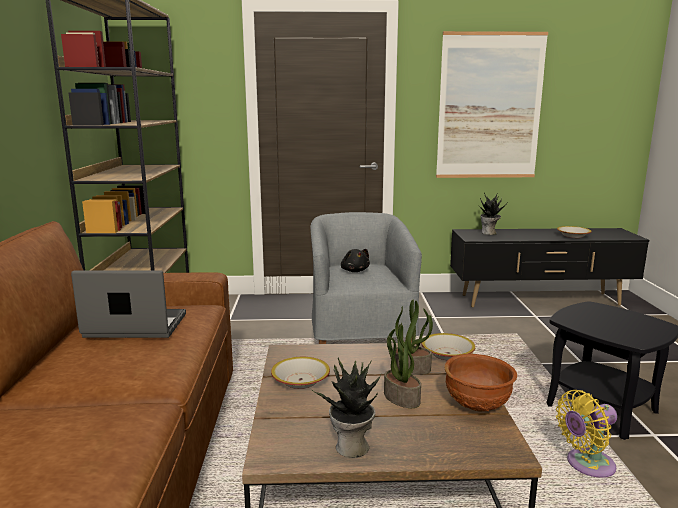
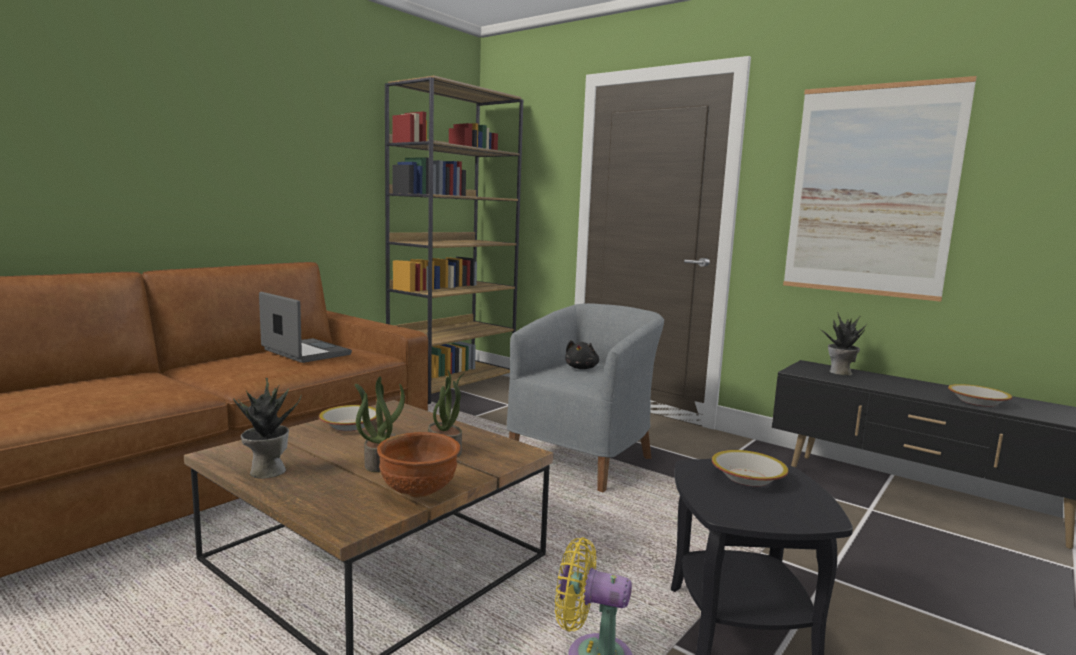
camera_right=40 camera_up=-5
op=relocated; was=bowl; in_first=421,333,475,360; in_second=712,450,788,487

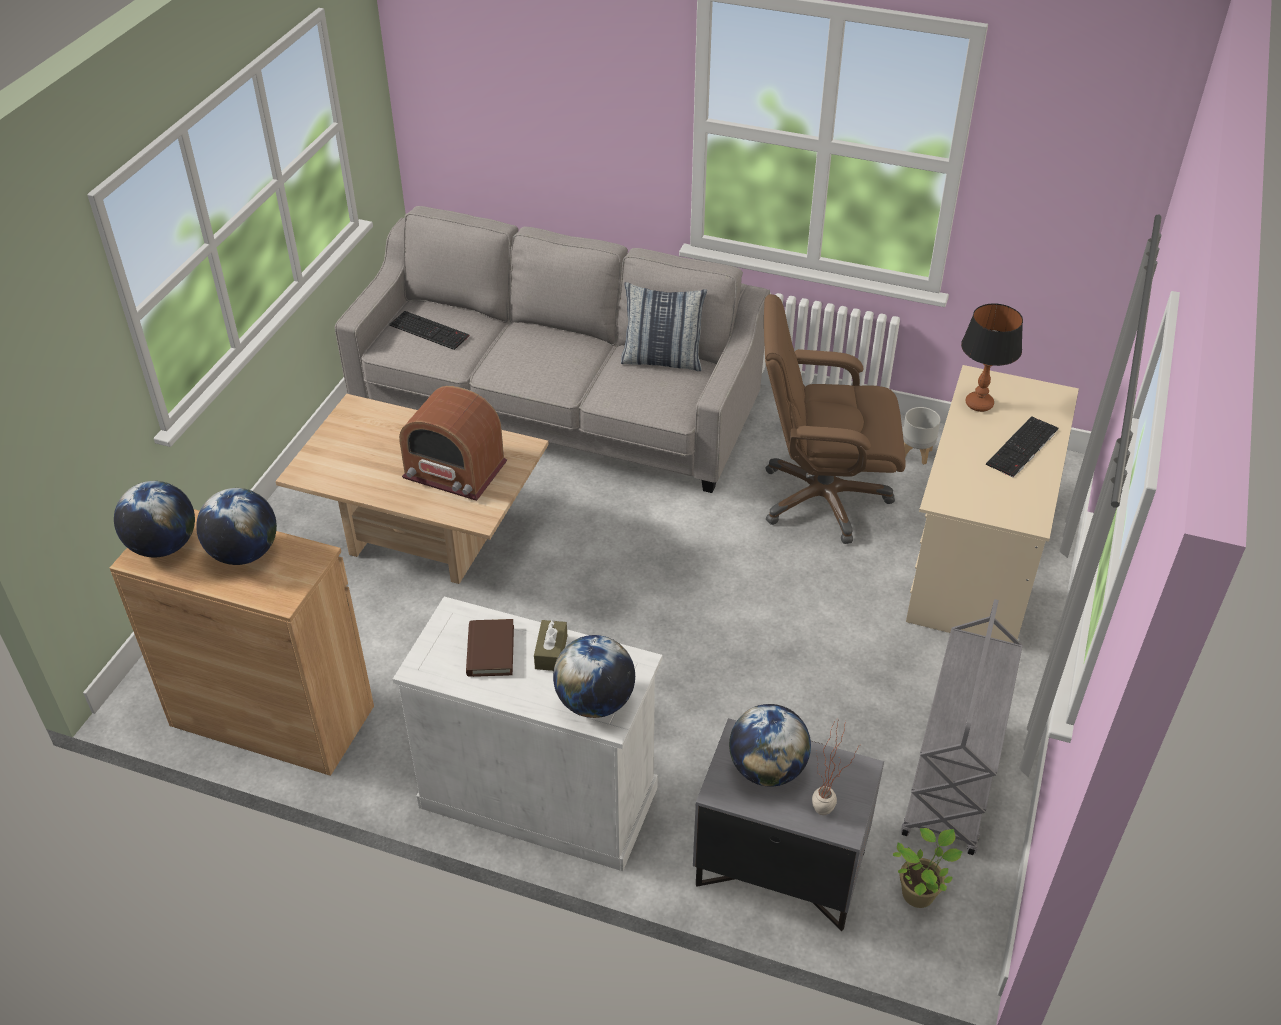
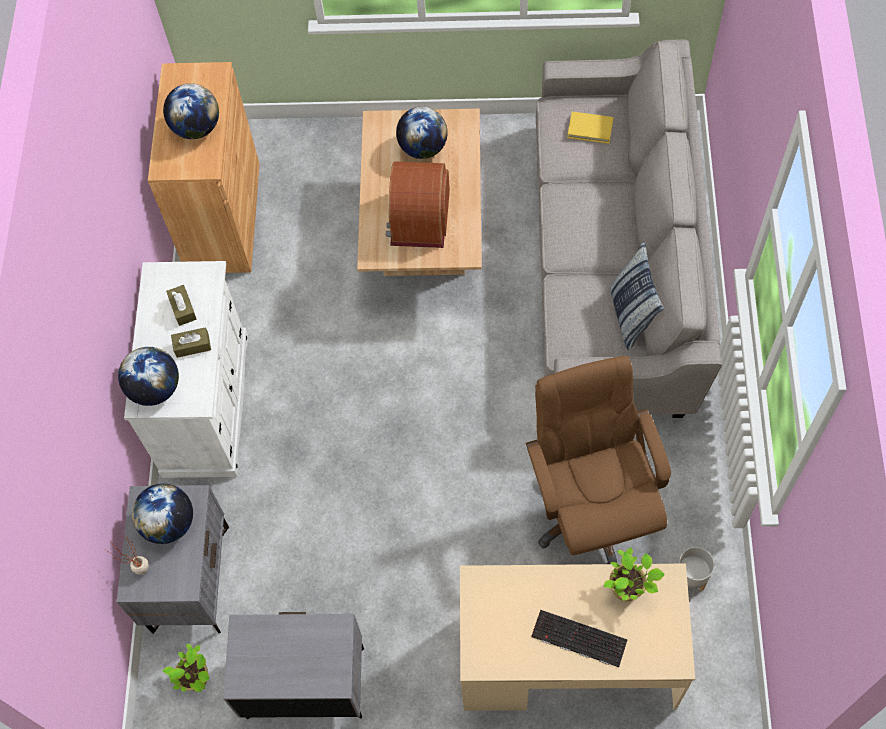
camera_right=75 camera_up=20
op=relocated; was=globe; in_first=114,481,195,558; in_second=396,107,448,159
op=exchanged; was=keyboard; now=yellow book; in_first=389,311,470,350; in_second=567,112,614,144
op=exchanged; was=brown book; now=brown tissue box; in_first=466,619,514,677; in_second=166,285,197,326
op=exchanged; was=grey cart; now=grey nightstand; in_first=901,599,1023,855; in_second=223,612,364,719
op=exchanged; was=table lamp; now=potted plant; in_first=961,303,1023,412; in_second=604,548,665,601

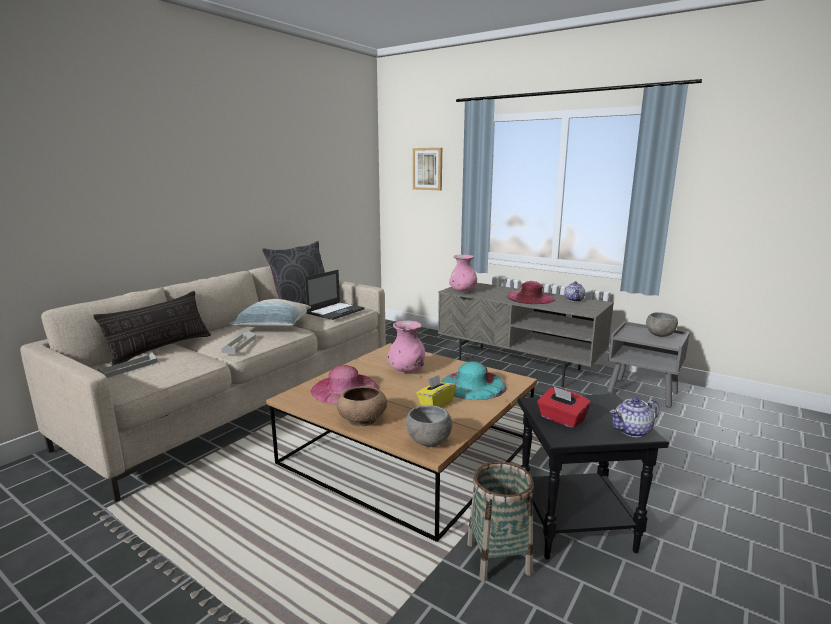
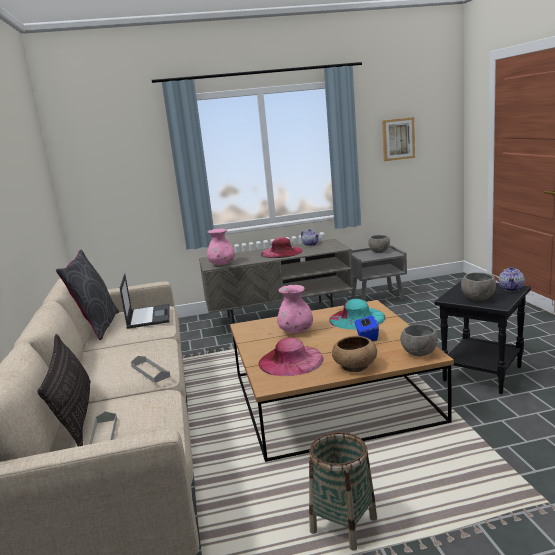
camera_right=-45 camera_up=0
op=missing; was=pillow; in_first=230,299,311,327
op=relocated; was=picture; in_first=413,148,442,190; in_second=382,117,415,161
op=colour; was=yellow tissue box; now=blue tissue box; in_first=416,375,456,407; in_second=355,314,379,341
op=relocated; was=basket; in_first=467,462,534,582; in_second=309,432,377,550
op=exchanged; was=red tissue box; now=grey bowl; in_first=537,386,591,428; in_second=461,272,496,301

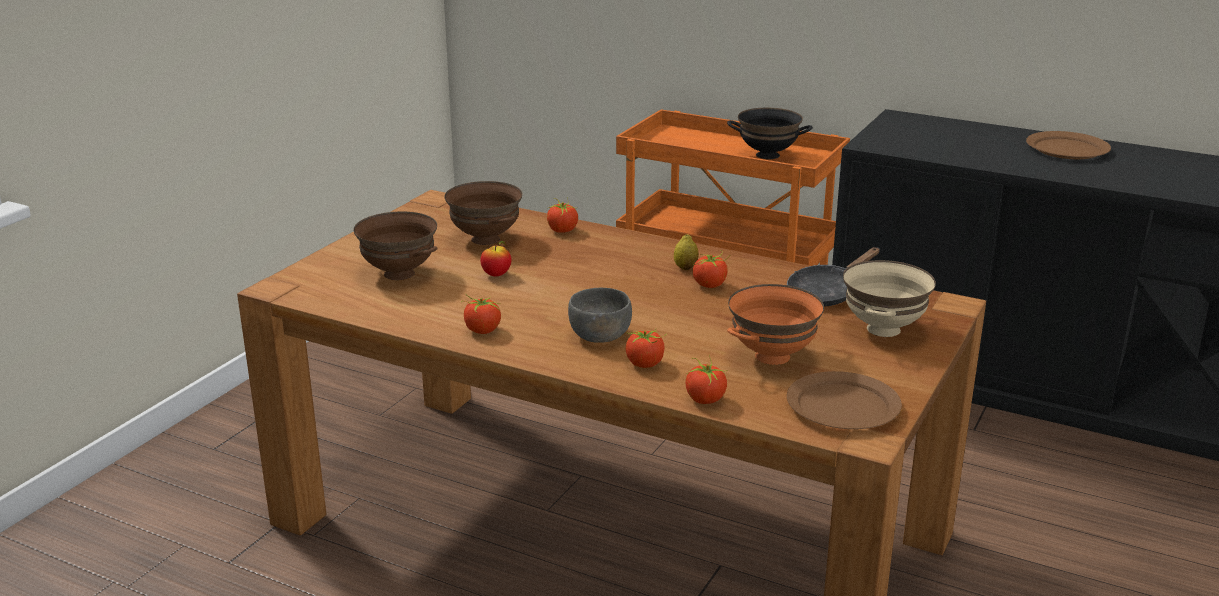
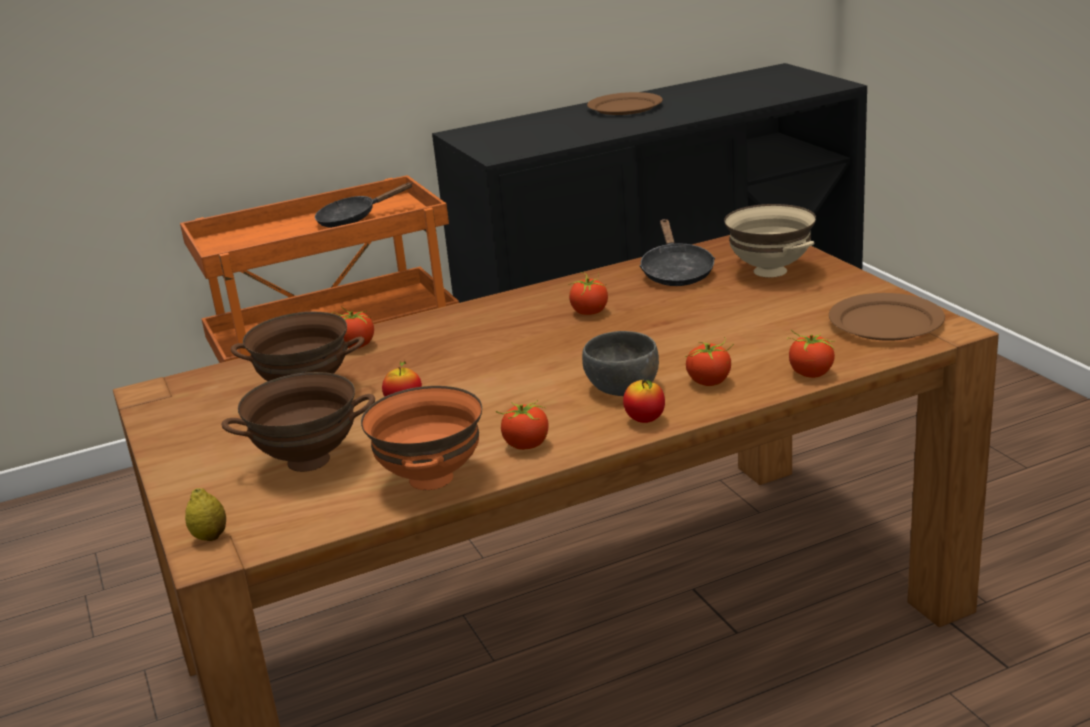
camera_right=-50 camera_up=0
op=relocated; was=lemon; in_first=674,235,699,270; in_second=185,488,226,541
op=exchanged; was=black bowl; now=black frying pan; in_first=727,108,813,159; in_second=315,182,413,228
op=relocated; was=orange bowl; in_first=727,284,824,365; in_second=361,386,482,490
op=appeared; now=apple; in_second=623,379,665,423

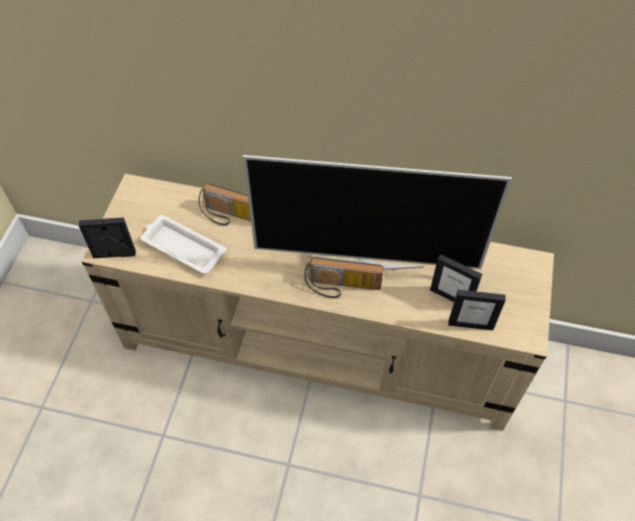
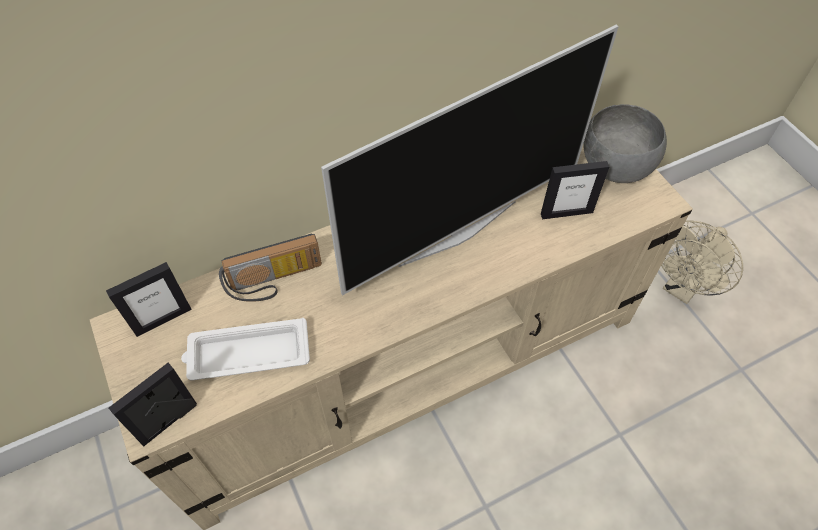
camera_right=-40 camera_up=0
op=missing; was=radio; in_first=304,257,384,298
op=relocated; was=picture frame; in_first=448,290,506,330; in_second=106,262,192,337
op=appeared; now=grey bowl; in_second=583,104,667,183
op=appeared; now=beige fan; in_second=661,221,743,304

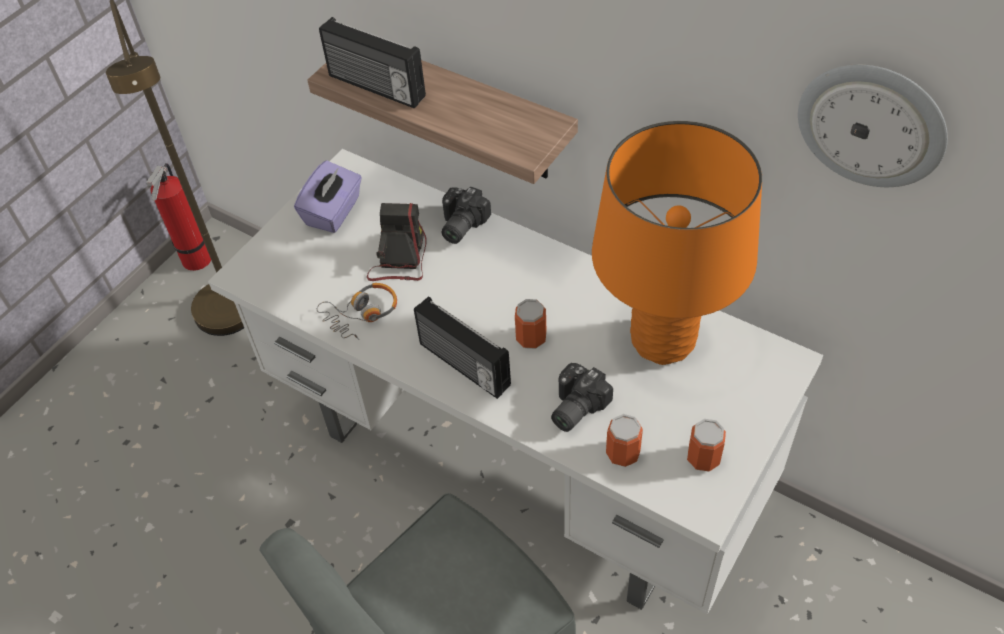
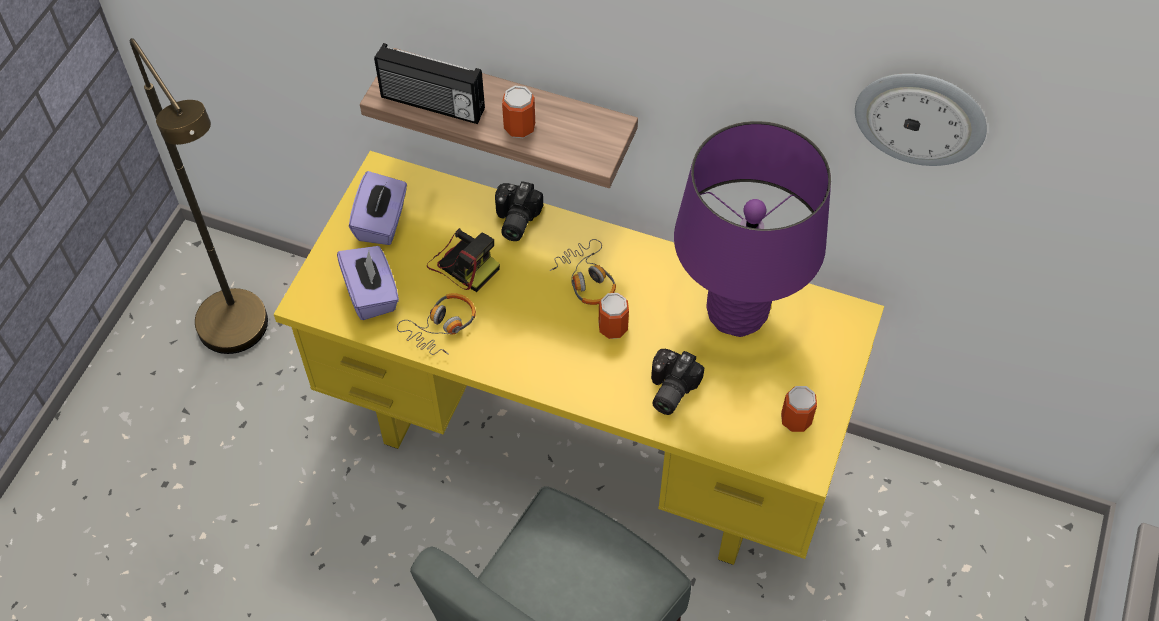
camera_right=-15 camera_up=5
op=missing; was=fire extinguisher; in_first=146,163,211,271
op=colour; was=white desk; now=yellow desk; in_first=208,149,823,615; in_second=274,151,884,565
op=spun; was=photo camera; in_first=367,203,427,281; in_second=427,228,500,292; clockwise=135
op=missing; was=radio; in_first=414,296,511,399
op=colour; was=orange table lamp; now=purple table lamp; in_first=592,121,762,365; in_second=674,121,831,337
op=relocated; was=can; in_first=606,414,643,467; in_second=502,86,535,138
op=appeared; now=purple tissue box; in_second=337,246,399,320
op=appeared; now=headphones; in_second=550,239,616,305

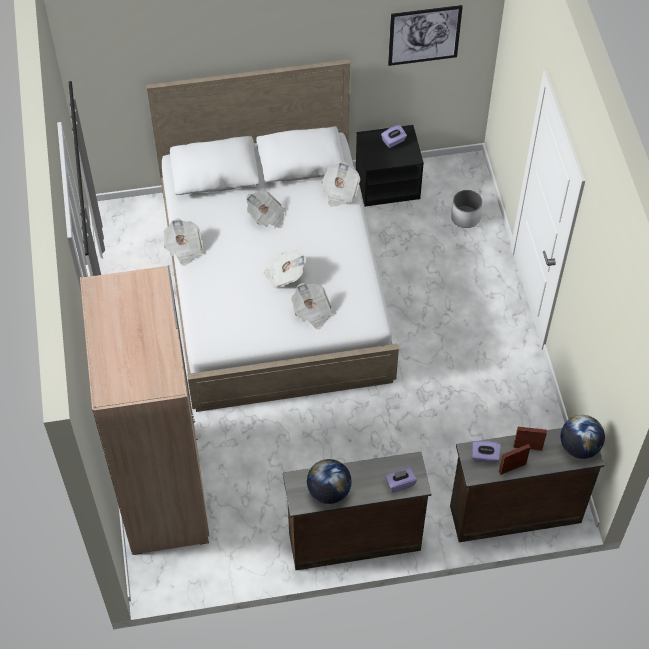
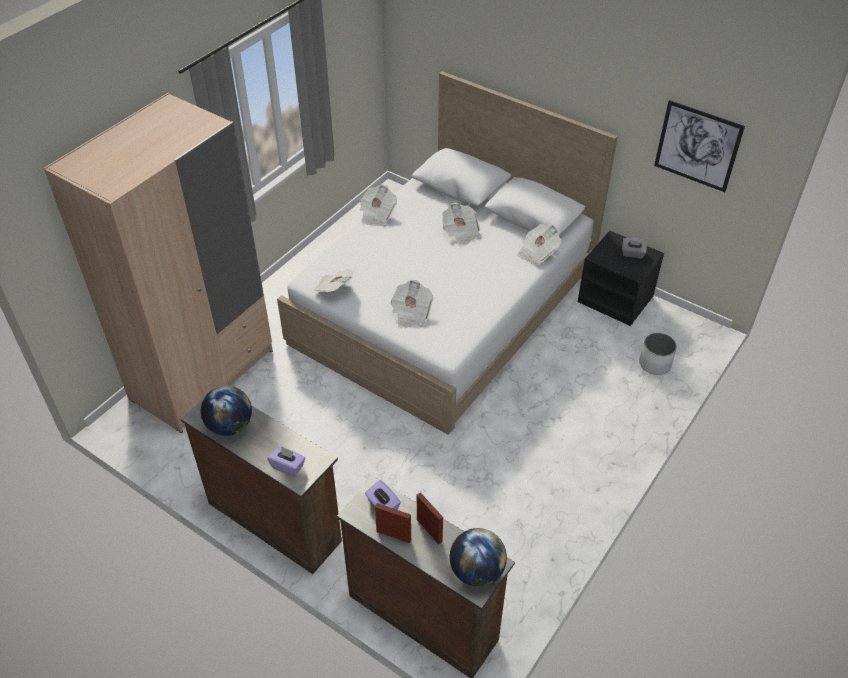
camera_right=45 camera_up=-10
op=relocated; was=newspaper; in_first=264,250,306,288; in_second=313,269,355,292
op=colour; was=purple tissue box; now=grey tissue box; in_first=381,125,407,148; in_second=622,238,648,258

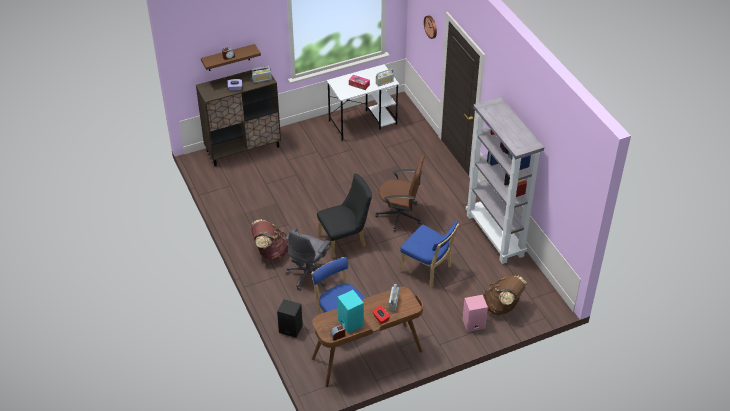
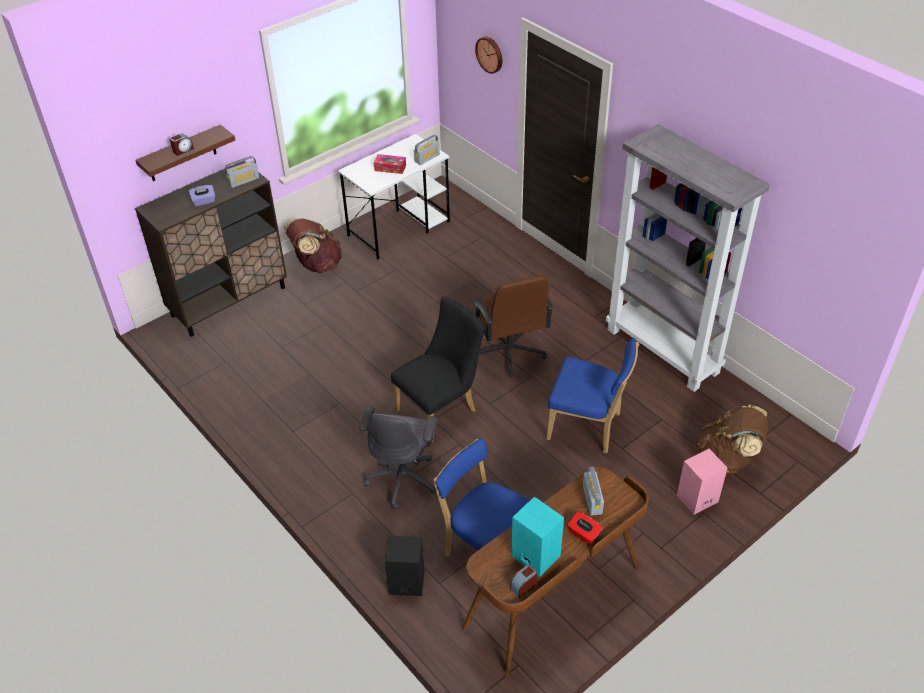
camera_right=-15 camera_up=0
op=relocated; was=brown backpack; in_first=251,219,289,261; in_second=284,218,342,273
op=spun; was=brown office chair; in_first=375,155,425,232; in_second=472,275,553,378; clockwise=75

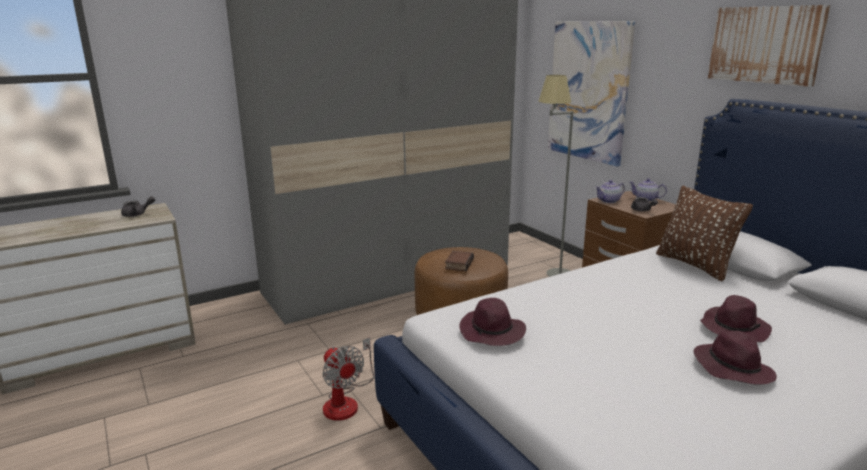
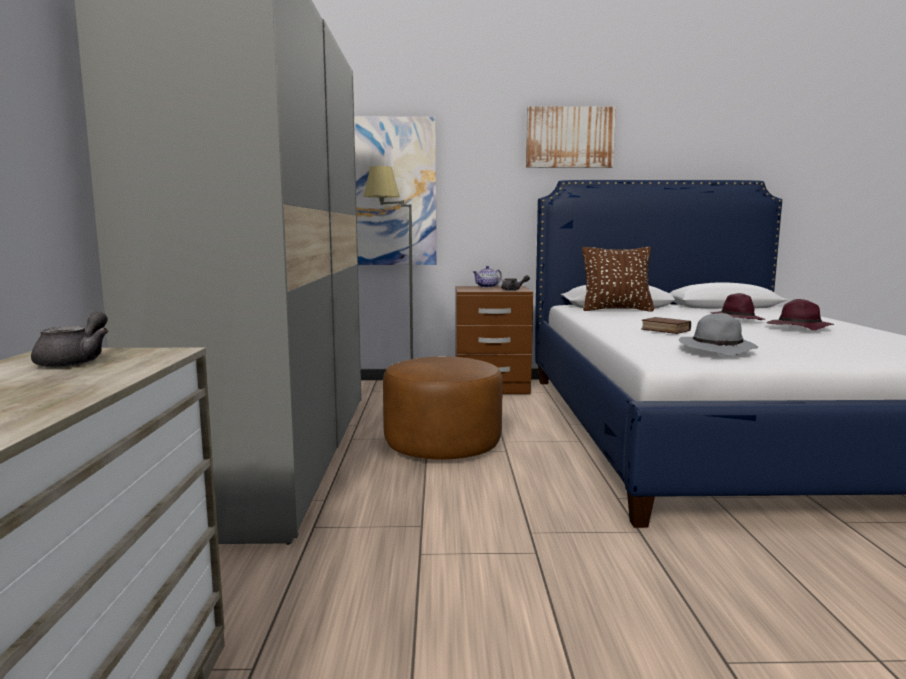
camera_right=-60 camera_up=-10
op=missing; was=fan; in_first=322,338,374,421
op=relocated; was=book; in_first=445,251,474,271; in_second=641,317,691,334
op=colour; was=purple hat; now=grey hat; in_first=459,298,526,346; in_second=679,313,758,356
op=missing; was=teapot; in_first=595,180,625,203

